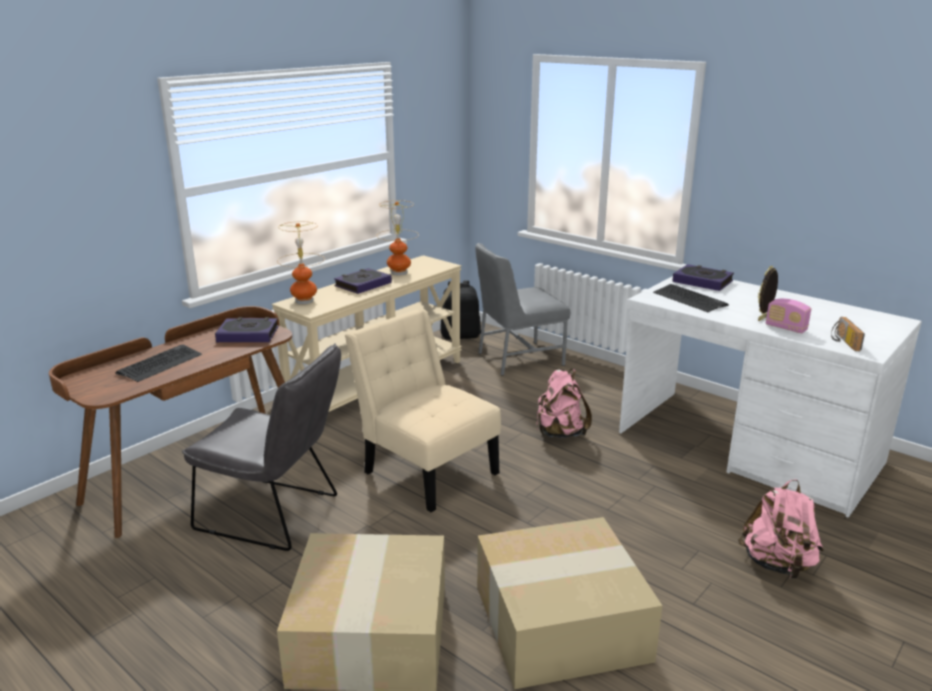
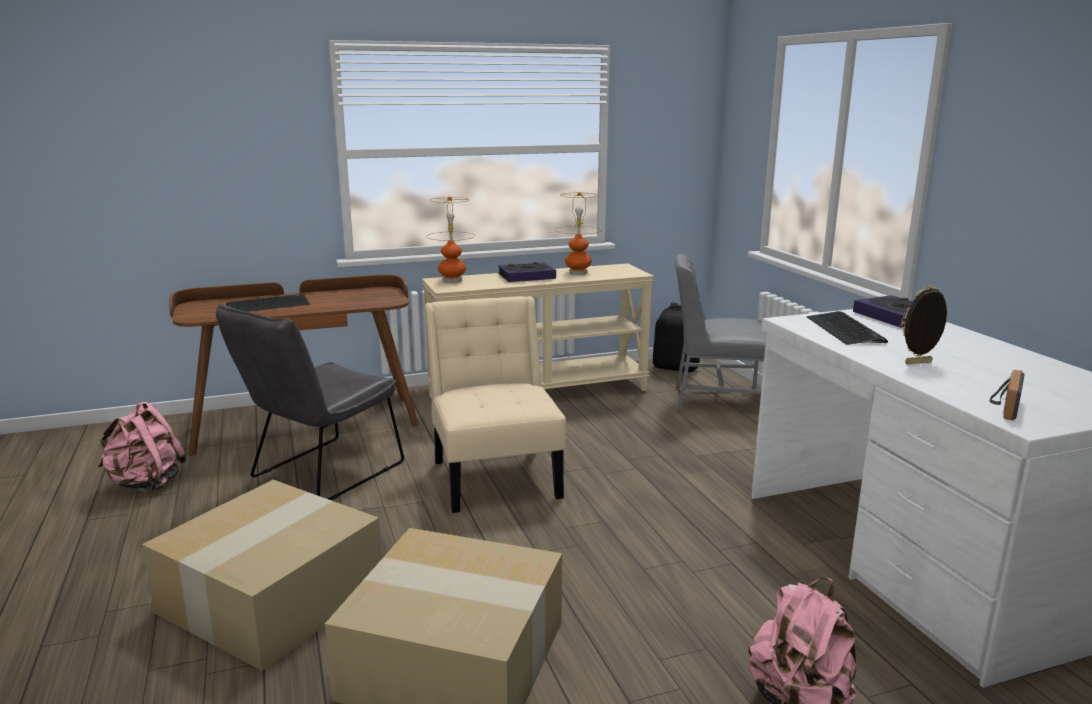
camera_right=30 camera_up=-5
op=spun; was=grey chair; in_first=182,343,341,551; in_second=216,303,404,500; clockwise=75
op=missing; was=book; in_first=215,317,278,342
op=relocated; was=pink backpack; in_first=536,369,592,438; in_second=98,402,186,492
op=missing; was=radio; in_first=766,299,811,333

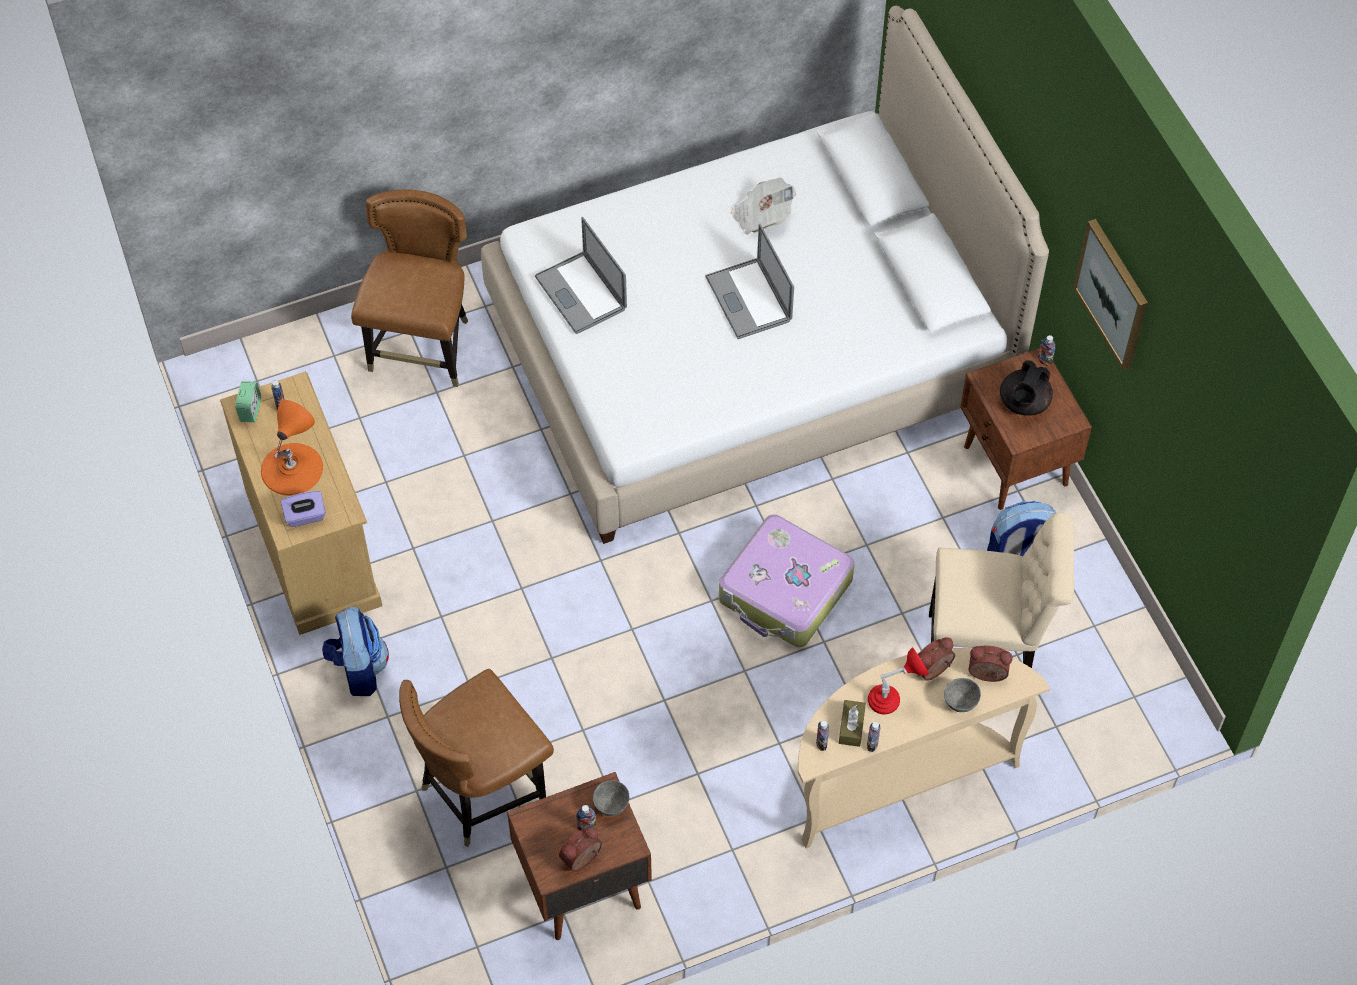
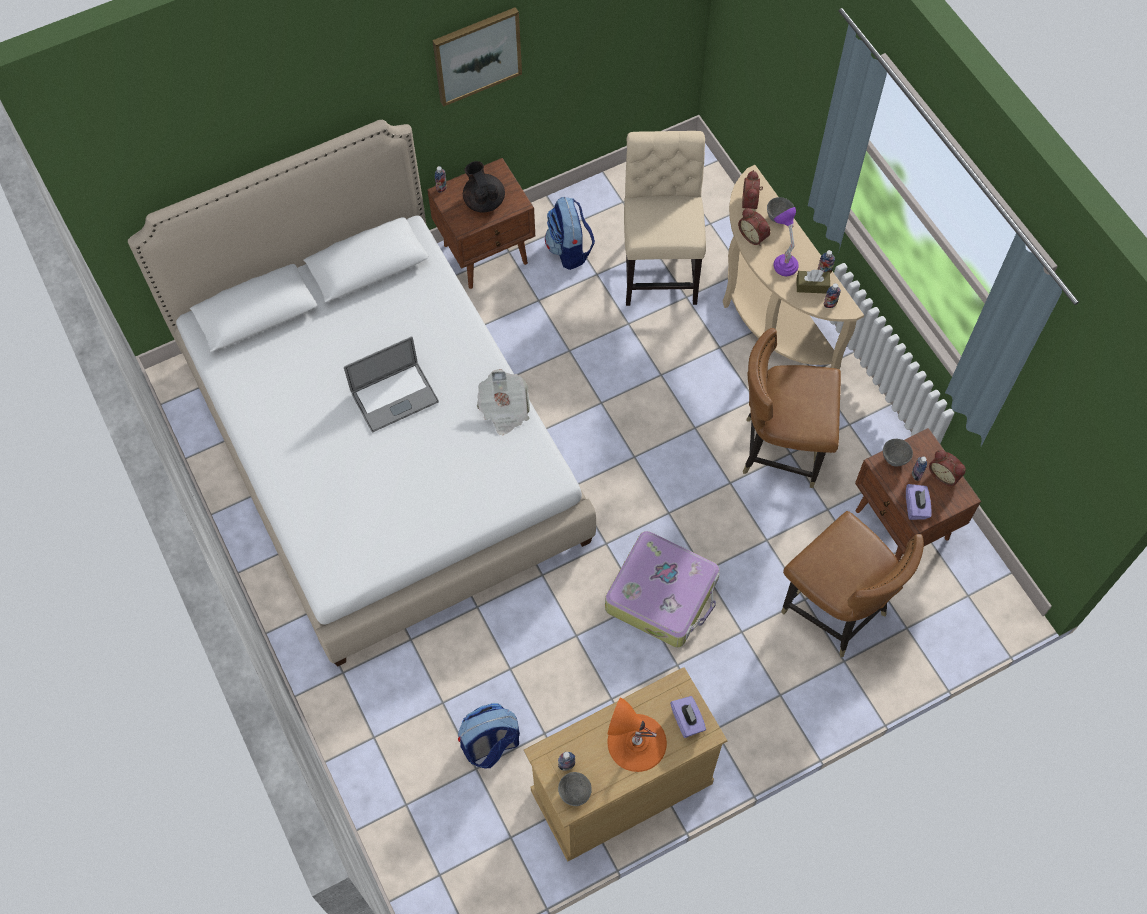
camera_right=-95 camera_up=5
op=exchanged; was=alarm clock; now=grey bowl; in_first=235,381,261,422; in_second=558,772,592,806
op=relocated; was=backpack; in_first=322,607,389,696; in_second=458,703,520,769
op=relocated; was=brown chair; in_first=351,189,468,387; in_second=743,328,841,488
op=missing; was=laptop; in_first=535,217,627,334
op=relocated; was=suitcase; in_first=719,514,854,647; in_second=605,531,720,647
op=relocated; was=newspaper; in_first=731,177,796,235; in_second=477,369,530,435
op=colour; was=red table lamp; now=purple table lamp; in_first=868,647,929,715; in_second=773,207,799,276
op=spun; was=black teapot; in_first=1000,360,1053,416; in_second=463,161,505,213; clockwise=-135
op=appeared; now=purple tissue box; in_second=906,484,932,520

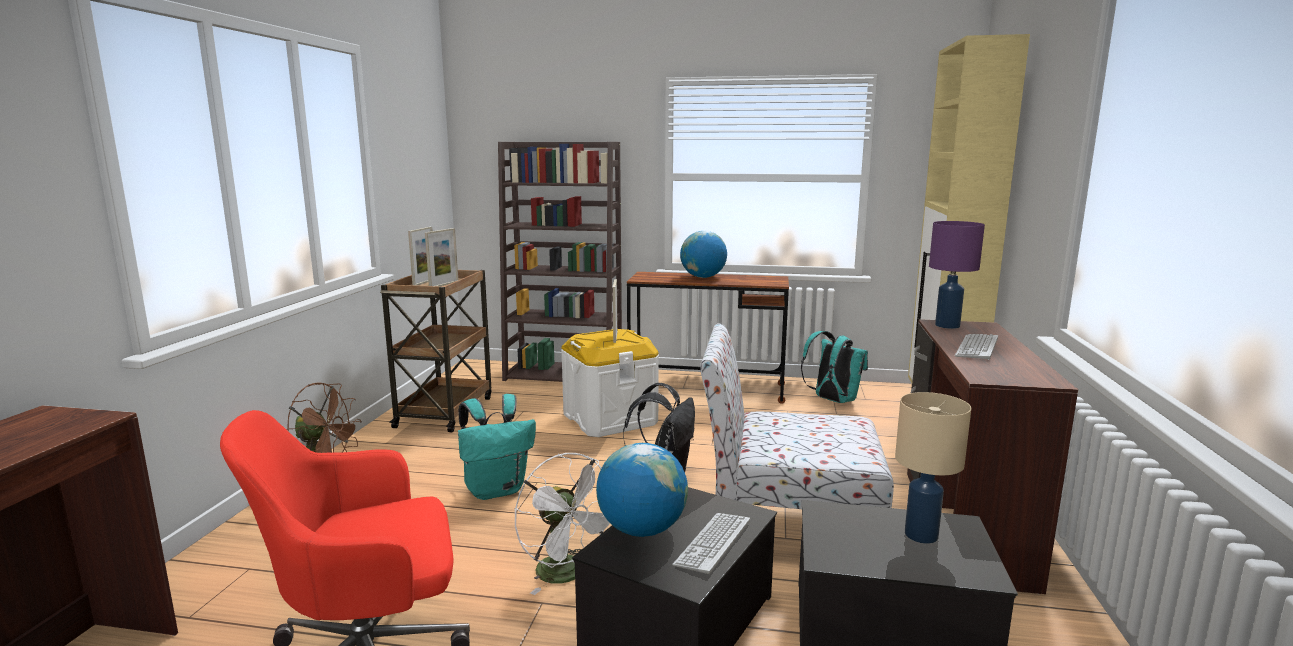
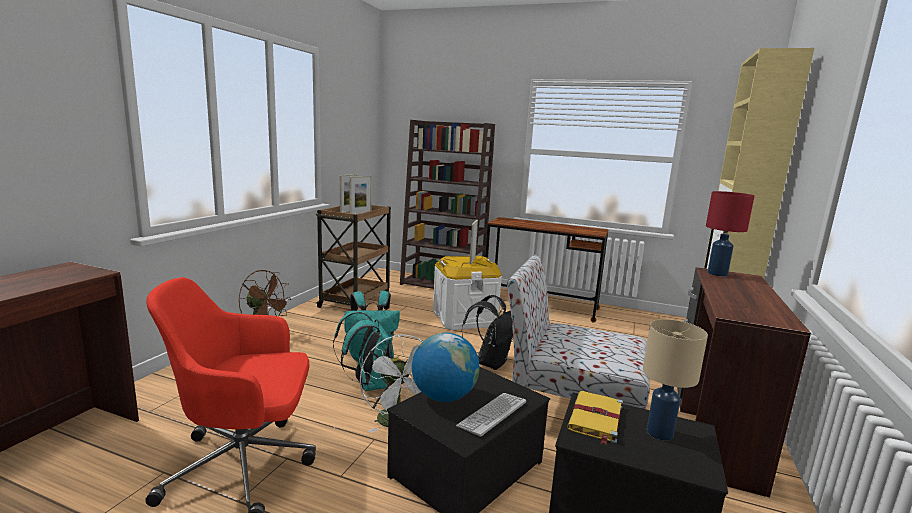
camera_right=10 camera_up=0
op=missing; was=globe; in_first=680,231,727,278
op=relocated; was=turquoise backpack; in_first=801,331,868,403; in_second=333,311,394,391
op=colour; was=purple table lamp; now=red table lamp; in_first=929,221,985,329; in_second=706,191,754,276
op=missing; was=keyboard; in_first=955,334,998,360
op=appeared; now=yellow book; in_second=567,391,623,444

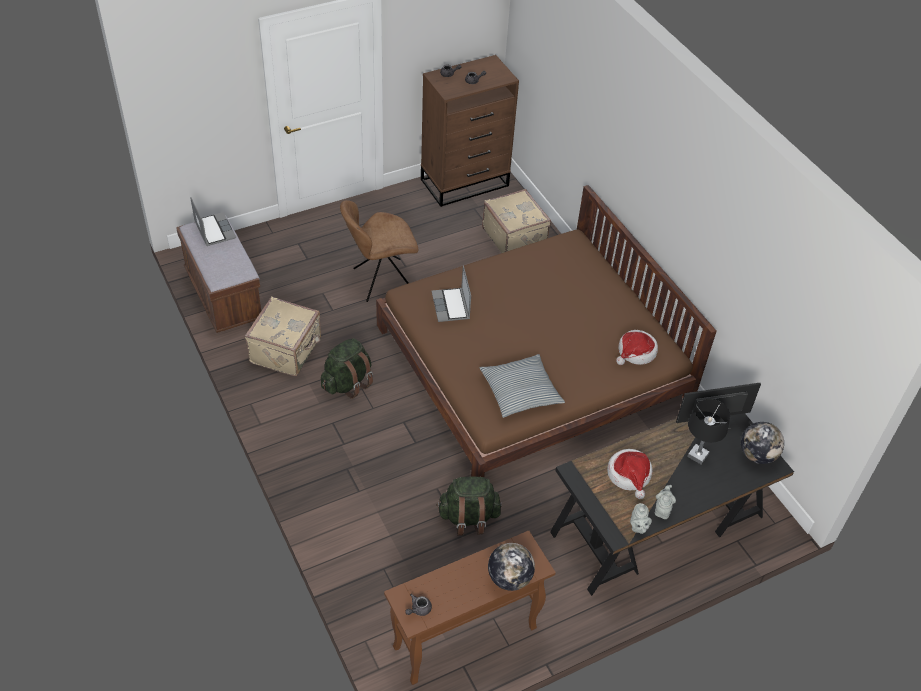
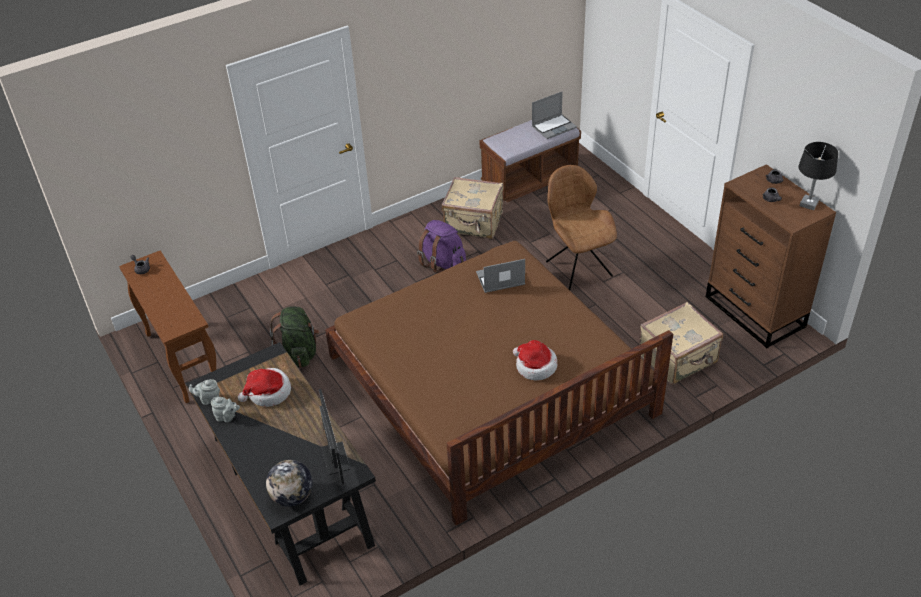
camera_right=90 camera_up=-5
op=colour; was=green backpack; now=purple backpack; in_first=321,338,373,399; in_second=417,220,466,273
op=missing; was=pillow; in_first=480,354,565,418
op=missing; was=globe; in_first=488,543,535,591
op=relocated; was=hat; in_first=616,330,658,365; in_second=513,340,557,381
op=relocated; was=black table lamp; in_first=687,399,730,464; in_second=798,142,838,210

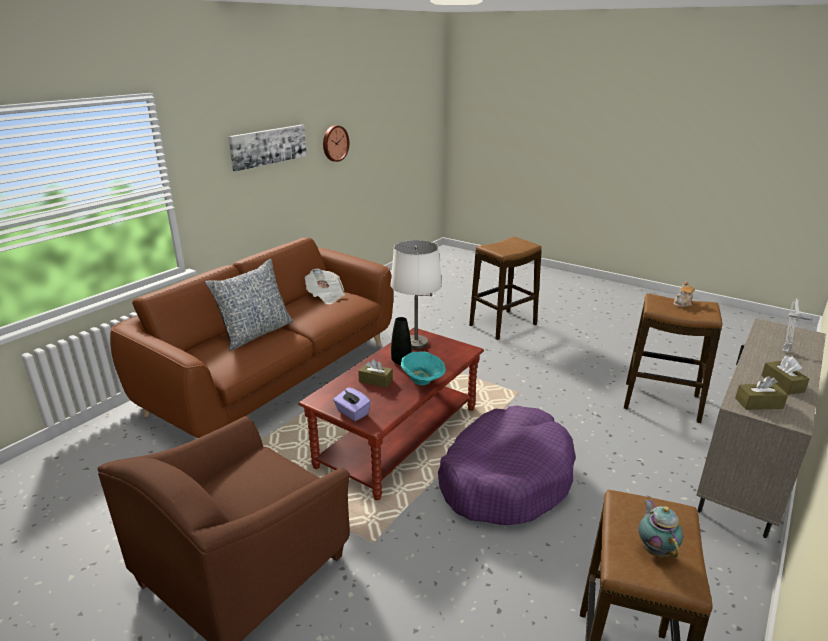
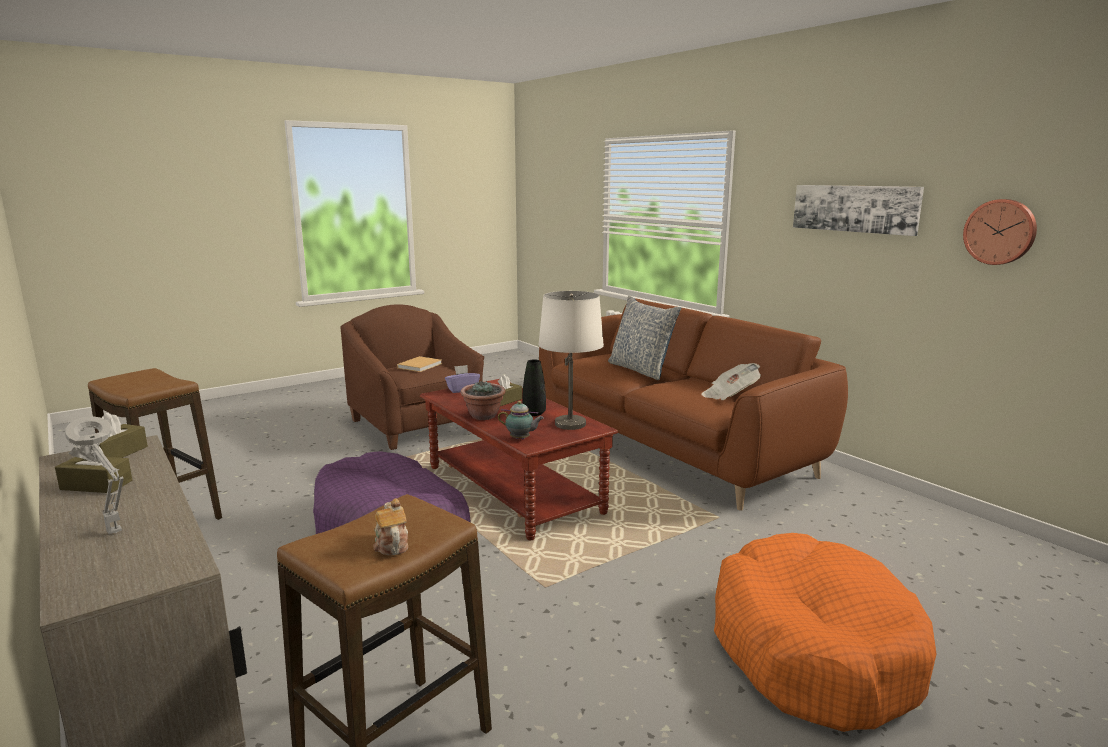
camera_right=110 camera_up=-10
op=exchanged; was=turquoise bowl; now=potted plant; in_first=401,351,446,385; in_second=461,380,506,420
op=exchanged; was=stool; now=orange dog bed; in_first=469,237,542,340; in_second=714,533,936,732
op=relocated; was=teapot; in_first=638,499,683,557; in_second=498,401,544,440
op=appeared; now=beige book; in_second=397,356,442,372

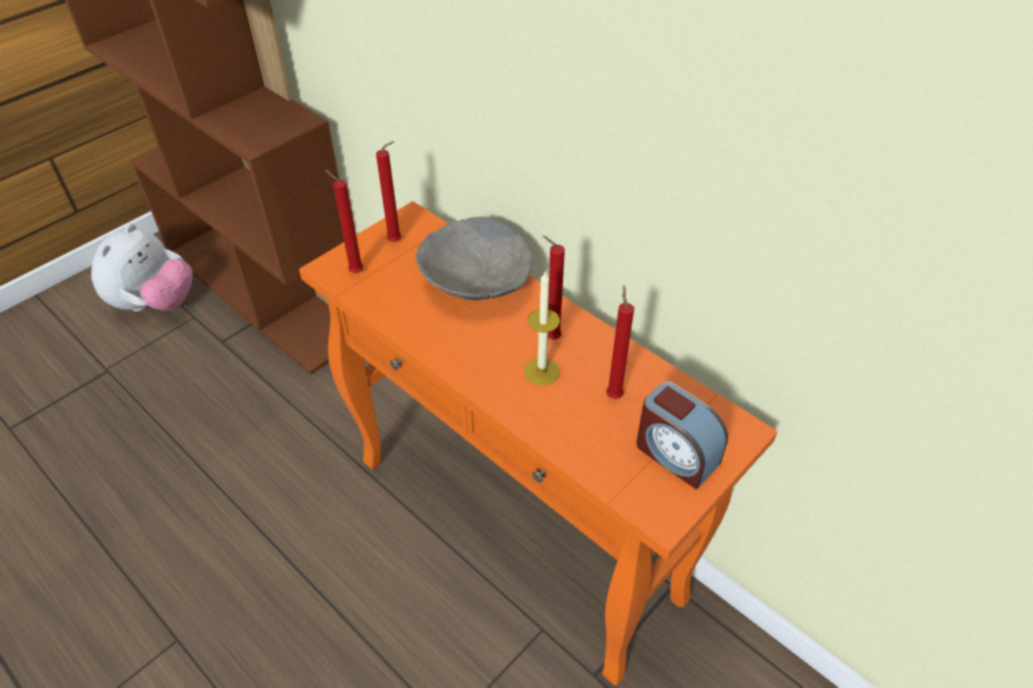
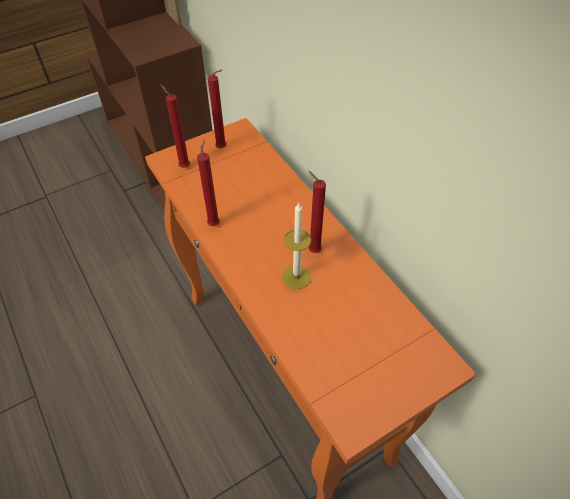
camera_right=15 camera_up=5
op=missing; was=plush toy; in_first=91,224,193,311
op=missing; was=grey bowl; in_first=416,217,532,300
op=relocated; was=red candle; in_first=606,286,634,399; in_second=197,140,220,226
op=missing; was=alarm clock; in_first=636,382,728,490

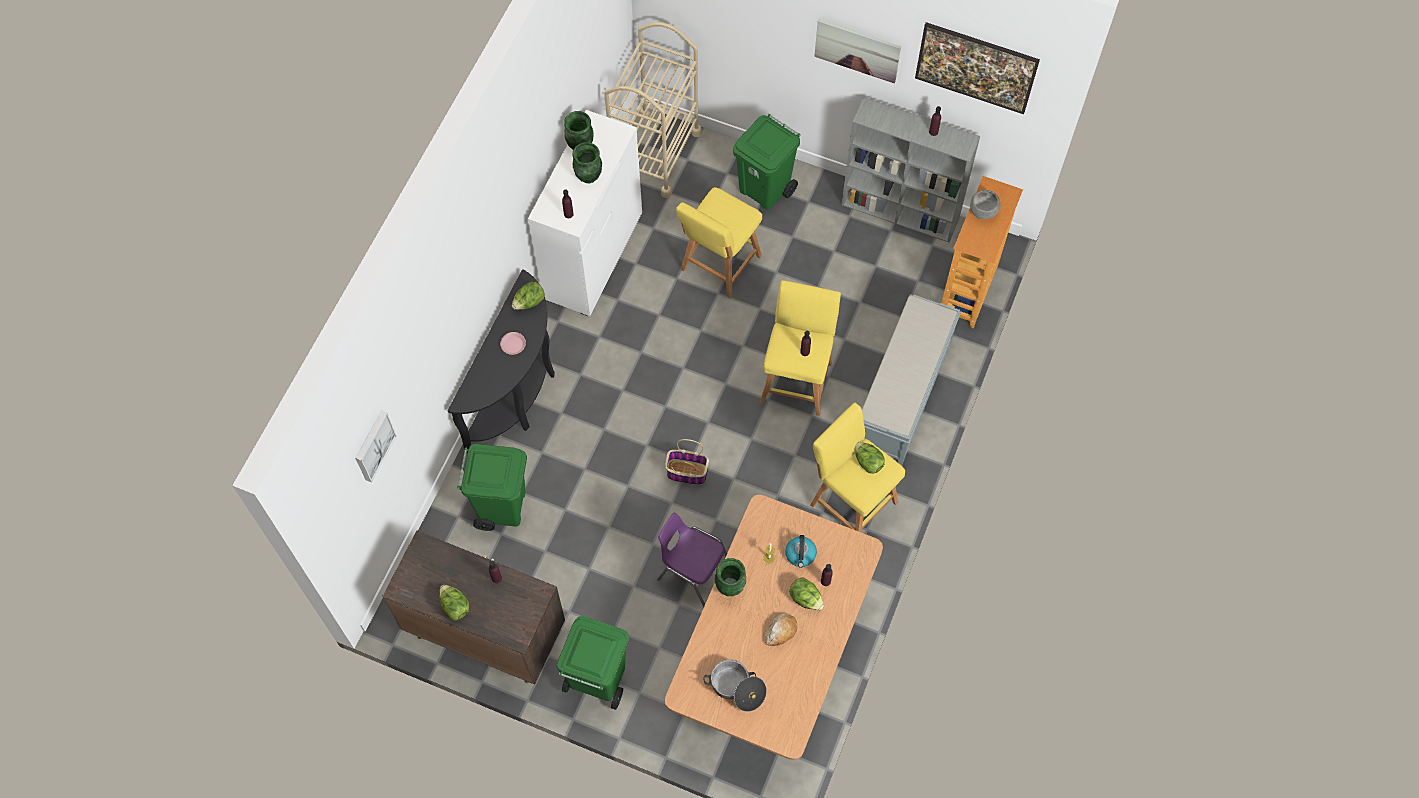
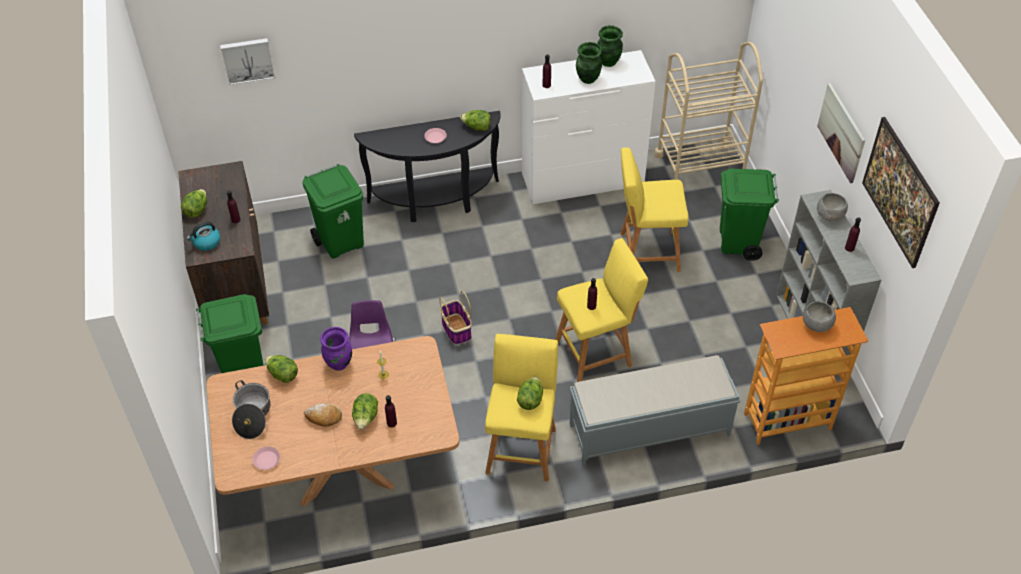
camera_right=55 camera_up=-15
op=colour; was=green vase; now=purple vase; in_first=715,558,746,596; in_second=320,327,352,371
op=relocated; was=kettle; in_first=785,535,817,568; in_second=187,222,220,251
op=appeared; now=pink plate; in_second=252,446,280,470
op=appeared; now=lettuce; in_second=265,355,298,383
op=appeared; now=grey bowl; in_second=817,193,848,222

